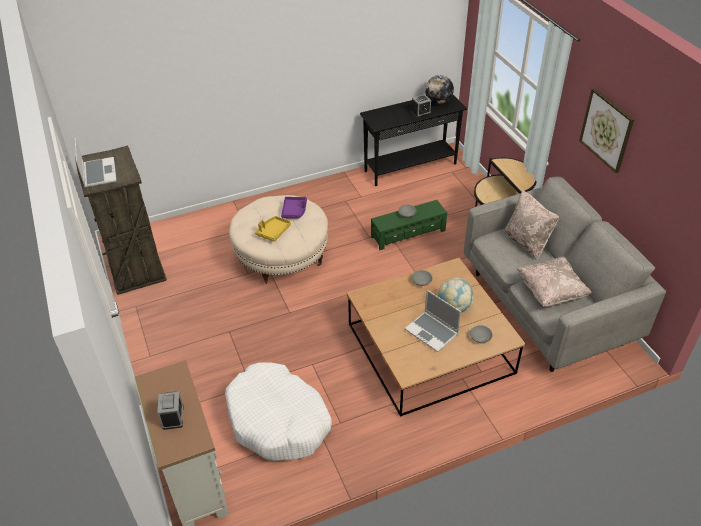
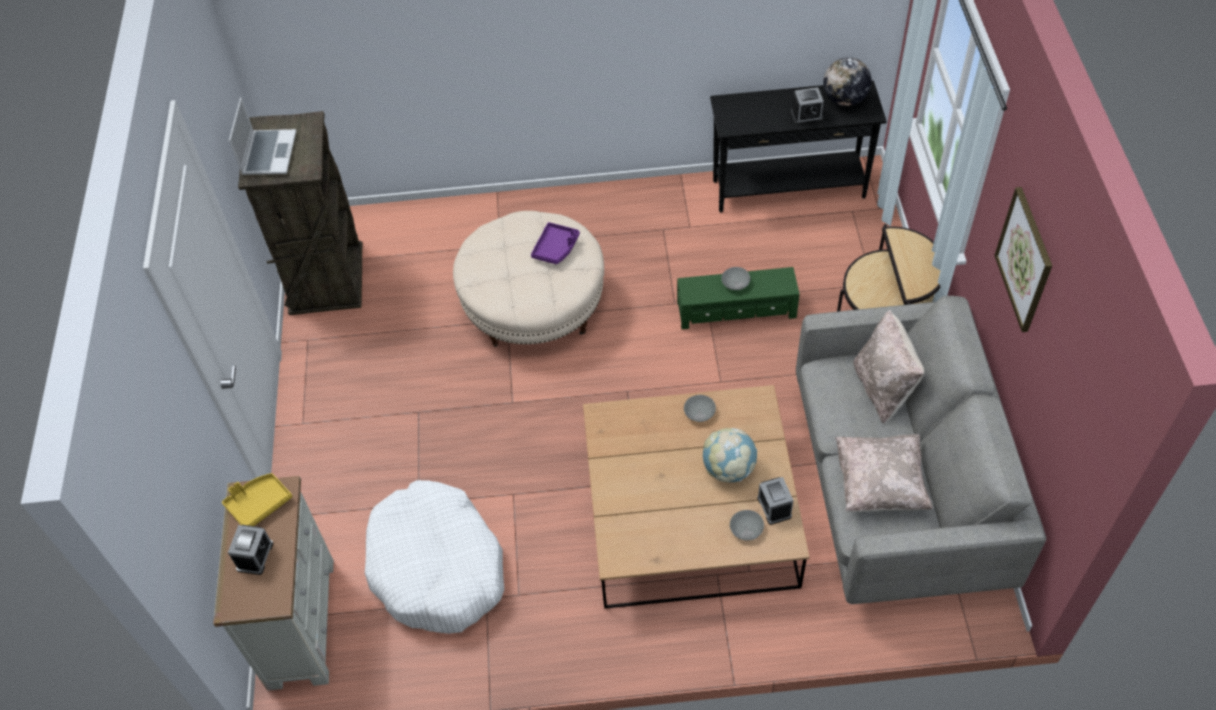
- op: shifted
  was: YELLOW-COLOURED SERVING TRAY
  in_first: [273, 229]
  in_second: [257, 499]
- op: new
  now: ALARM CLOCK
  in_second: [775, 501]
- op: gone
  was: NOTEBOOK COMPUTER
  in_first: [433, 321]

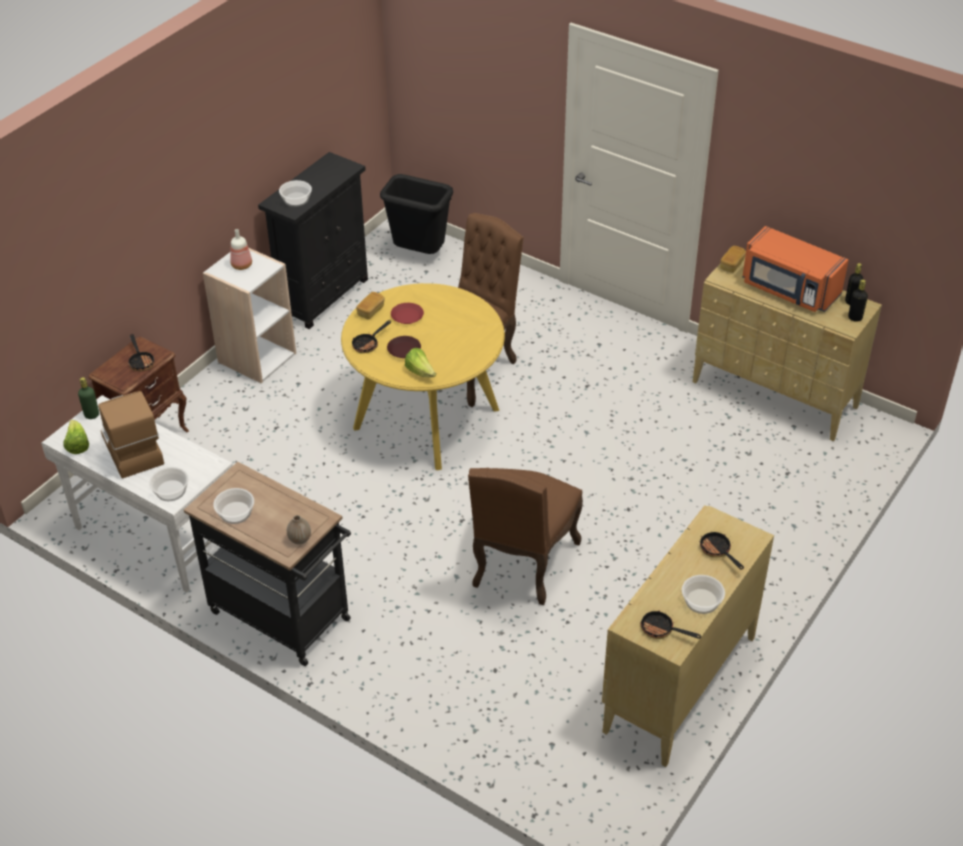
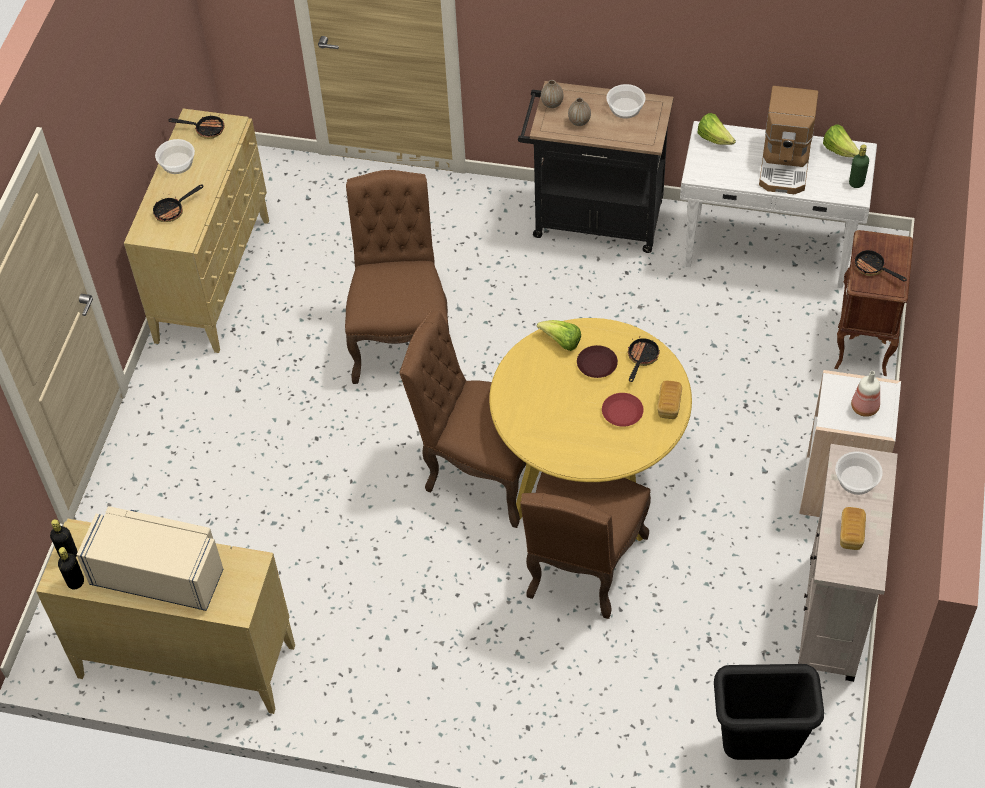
- op: repainted
  was: ORANGE-COLOURED KITCHEN MICROWAVE
  now: SAND-COLOURED KITCHEN MICROWAVE
  in_first: [795, 269]
  in_second: [150, 558]
- op: rotated
  was: FRYING PAN
  in_first: [721, 551]
  in_second: [178, 203]
  clockwise: 105
- op: new
  now: BROWNISH PLAIN CHAIR
  in_second: [462, 419]
- op: new
  now: FLOWER VASE
  in_second: [579, 112]
- op: swapped
  was: SERVING BOWL
  now: HEAD OF LETTUCE
  in_first: [169, 484]
  in_second: [717, 129]
- op: rotated
  was: COFFEE MAKER
  in_first: [131, 435]
  in_second: [788, 140]
  clockwise: 60
- op: repainted
  was: BLACK CABINET
  now: SAND-COLOURED CABINET
  in_first: [313, 240]
  in_second: [848, 563]
- op: shifted
  was: BAKED BREAD
  in_first: [733, 259]
  in_second: [853, 528]

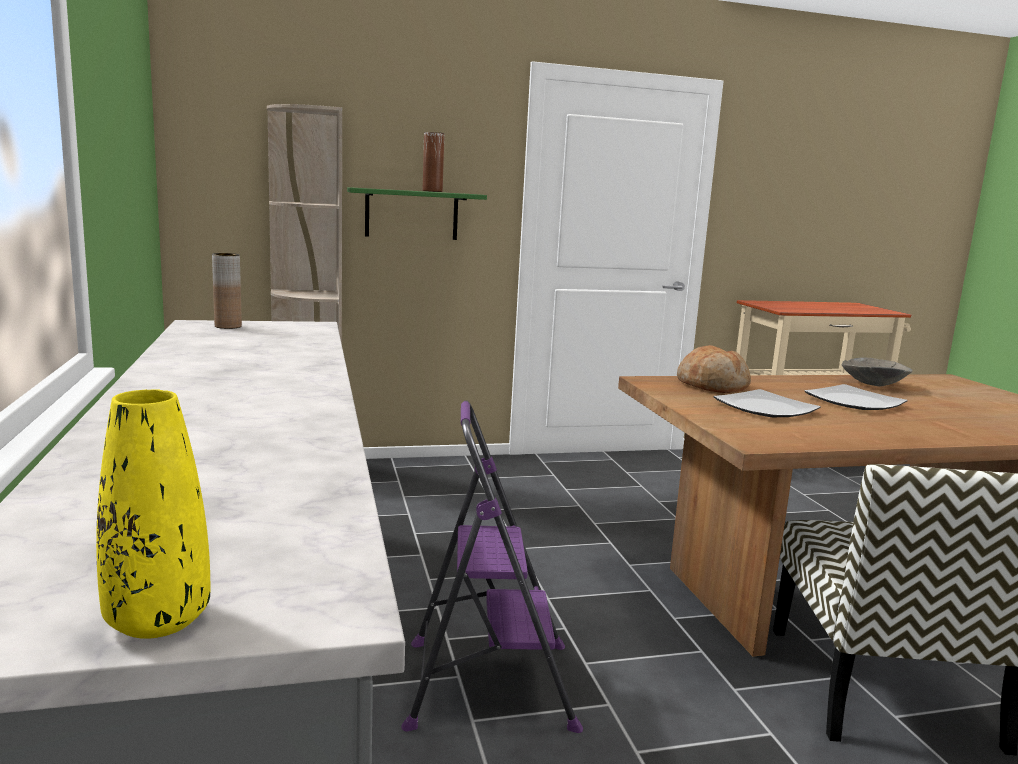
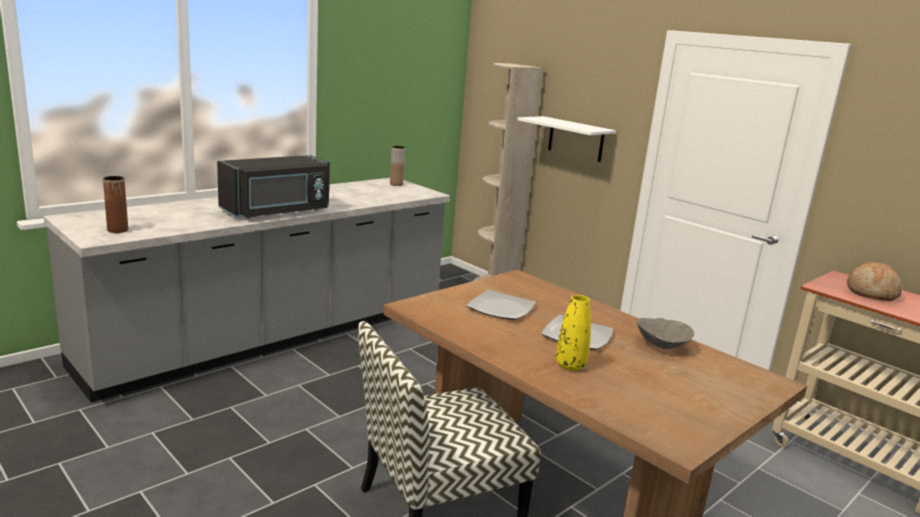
- op: shifted
  was: BROWNISH FLOWER VASE
  in_first: [433, 162]
  in_second: [115, 204]
- op: new
  now: BLACK KITCHEN MICROWAVE
  in_second: [273, 187]
- op: repainted
  was: GREEN BRACKET SHELF
  now: WHITISH BRACKET SHELF
  in_first: [417, 213]
  in_second: [566, 139]
- op: shifted
  was: YELLOW-COLOURED FLOWER VASE
  in_first: [153, 514]
  in_second: [573, 333]
- op: shifted
  was: BAKED BREAD
  in_first: [714, 369]
  in_second: [874, 281]
- op: gone
  was: PURPLISH STEP LADDER
  in_first: [492, 566]

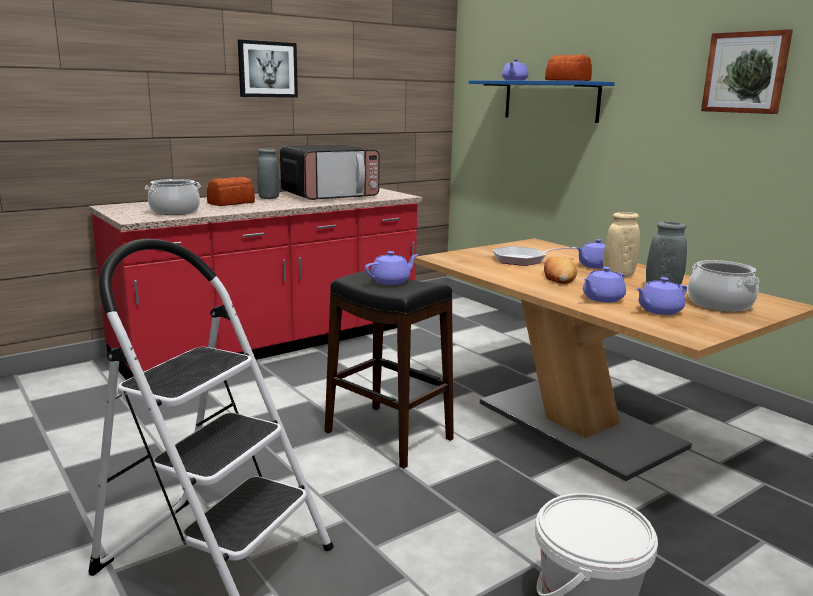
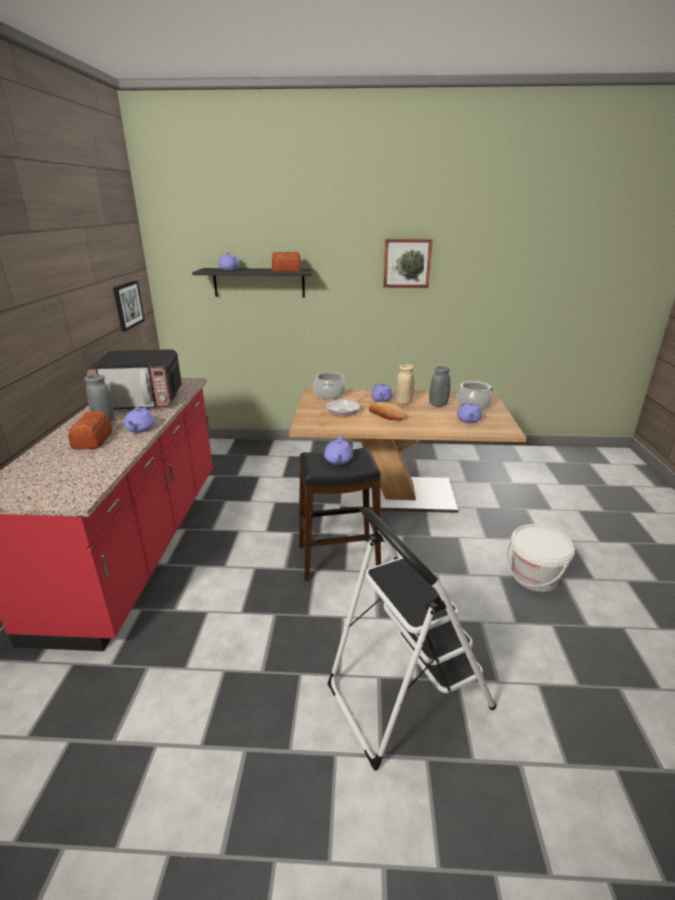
- op: rotated
  was: KITCHEN MICROWAVE
  in_first: [330, 172]
  in_second: [133, 379]
  clockwise: 75
- op: shifted
  was: WALL PICTURE
  in_first: [268, 69]
  in_second: [129, 305]
- op: shifted
  was: PURPLISH TEA POT
  in_first: [604, 285]
  in_second: [139, 420]
- op: repainted
  was: BLUE-COLOURED BRACKET SHELF
  now: BLACK BRACKET SHELF
  in_first: [542, 101]
  in_second: [253, 283]
- op: shifted
  was: STOCKPOT
  in_first: [172, 197]
  in_second: [329, 385]

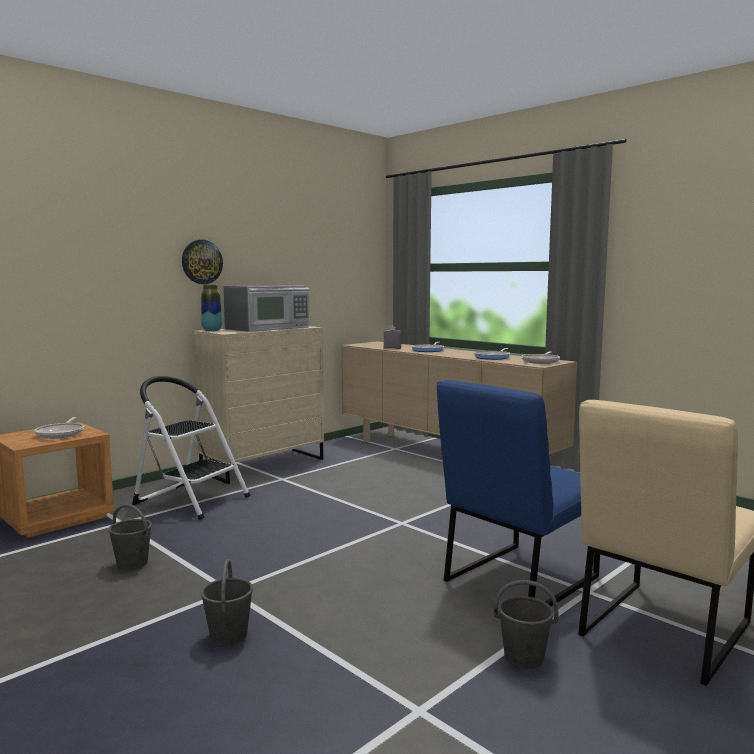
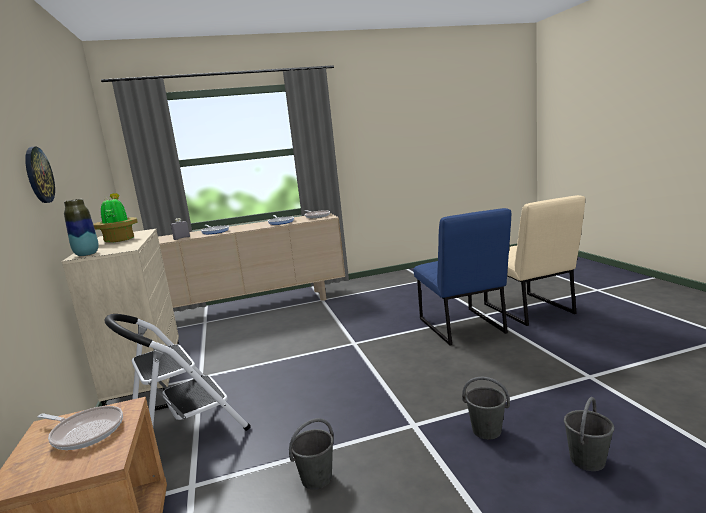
- op: swapped
  was: KITCHEN MICROWAVE
  now: PLANT IN A POT
  in_first: [266, 308]
  in_second: [115, 218]
- op: shifted
  was: GRAY PAIL
  in_first: [526, 624]
  in_second: [589, 434]

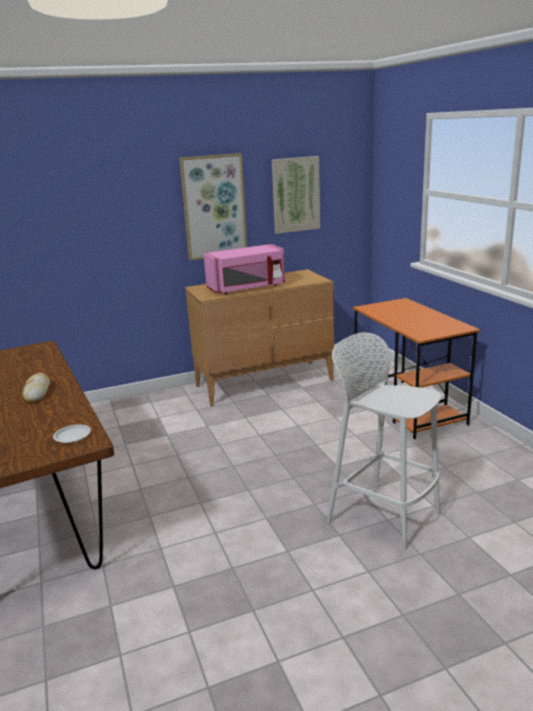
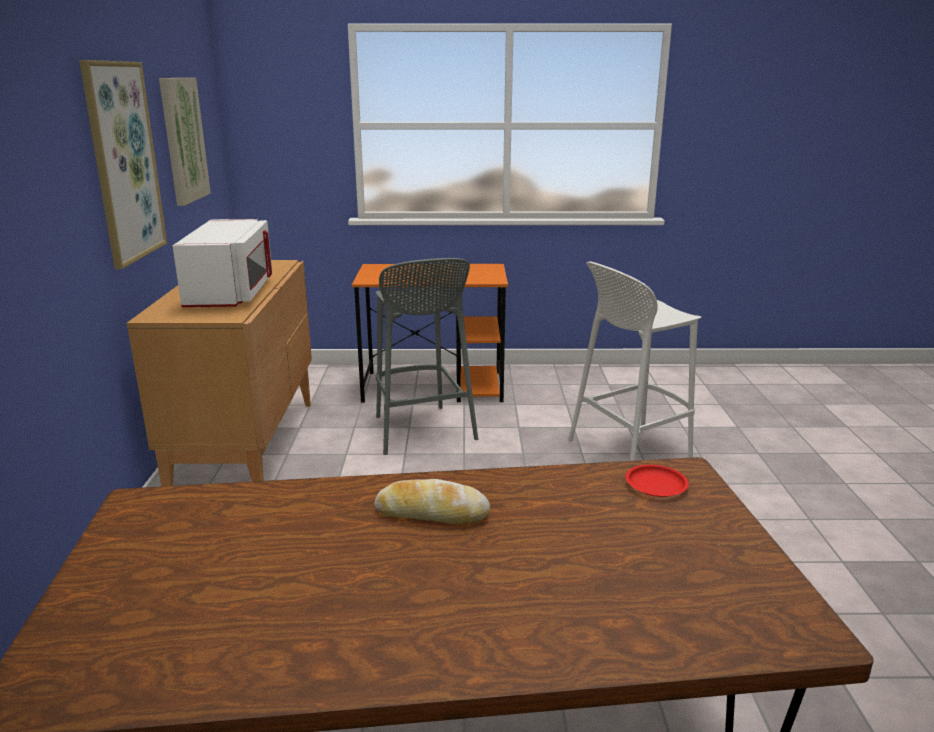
- op: repainted
  was: PINK-COLOURED KITCHEN MICROWAVE
  now: WHITISH KITCHEN MICROWAVE
  in_first: [244, 269]
  in_second: [222, 263]
- op: new
  now: GRAY STOOL SEAT
  in_second: [427, 356]
- op: repainted
  was: WHITISH PLATE
  now: RED PLATE
  in_first: [72, 434]
  in_second: [657, 481]

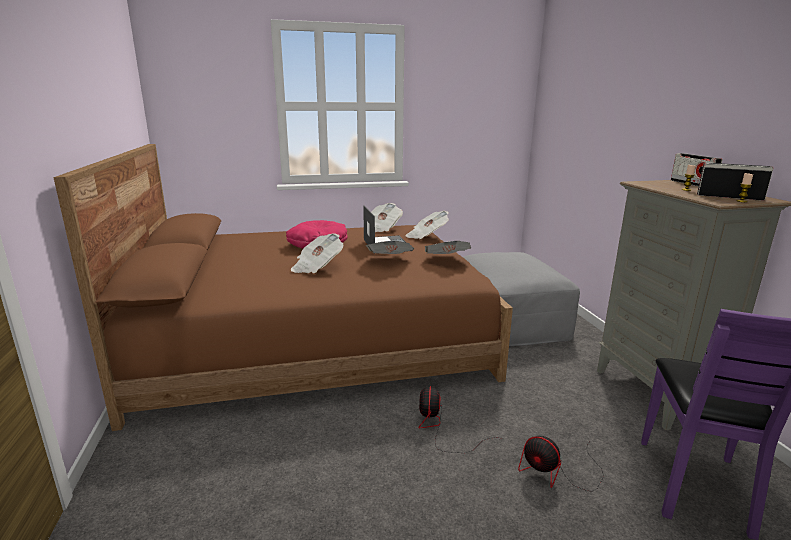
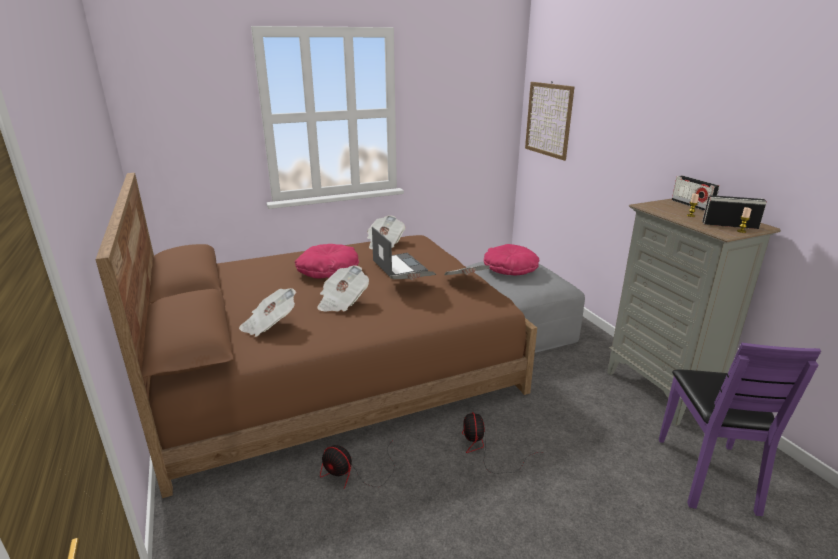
- op: shifted
  was: PRINTED PAPER
  in_first: [427, 225]
  in_second: [267, 312]
- op: shifted
  was: ELECTRIC FAN
  in_first: [561, 464]
  in_second: [357, 467]
- op: new
  now: PINK-COLOURED THROW PILLOW
  in_second: [511, 259]
- op: new
  now: WALL PICTURE
  in_second: [549, 121]

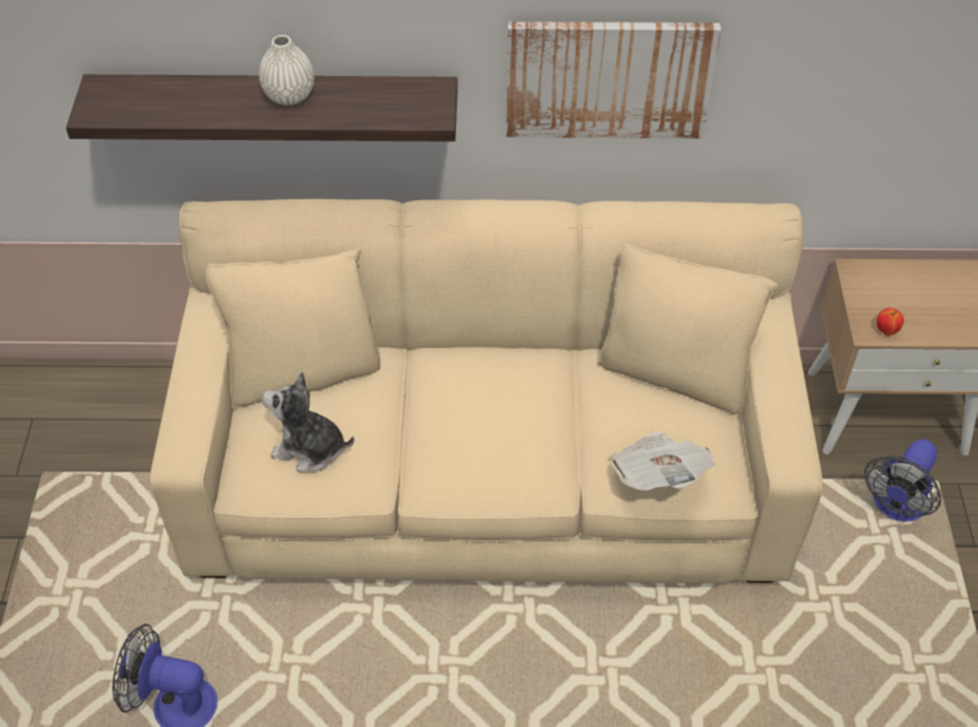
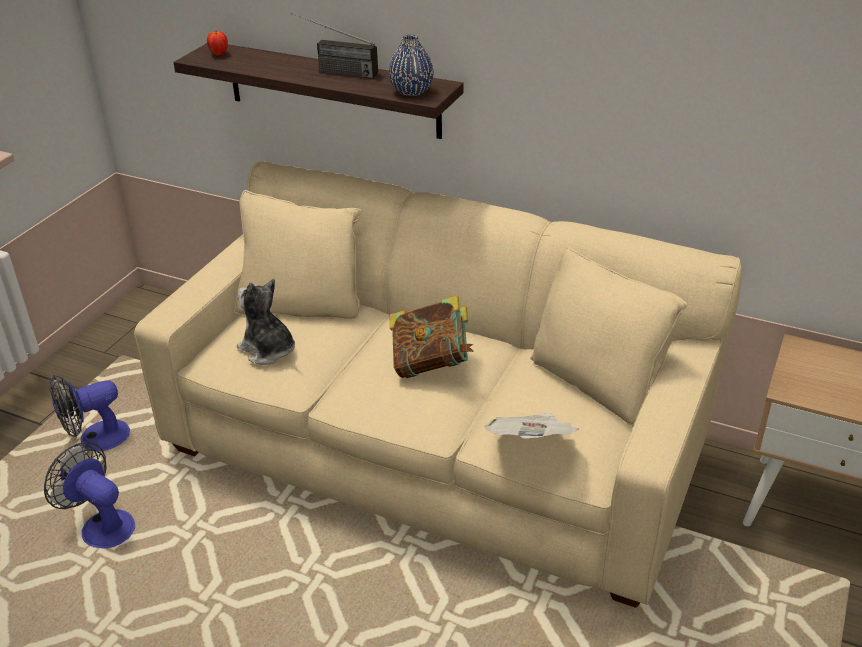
- op: shifted
  was: ELECTRIC FAN
  in_first: [902, 480]
  in_second: [90, 413]
- op: shifted
  was: APPLE
  in_first: [890, 322]
  in_second: [217, 43]
- op: swapped
  was: WHITISH FLOWER VASE
  now: RADIO SET
  in_first: [286, 70]
  in_second: [334, 46]
- op: new
  now: BLUE-COLOURED FLOWER VASE
  in_second: [411, 65]
- op: new
  now: BOUND BOOK
  in_second: [431, 337]
- op: gone
  was: WALL PICTURE
  in_first: [613, 80]

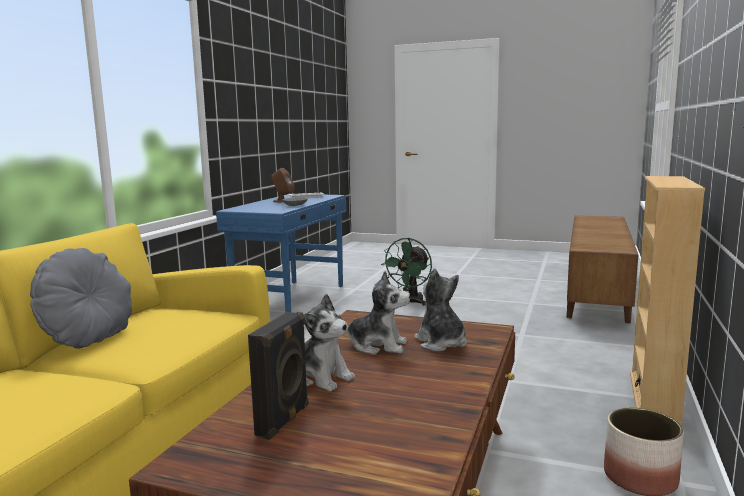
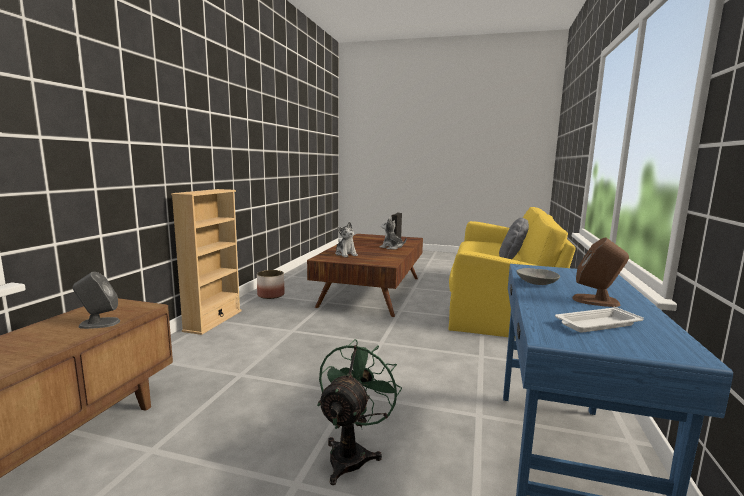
- op: new
  now: GRAY AUDIO SPEAKER
  in_second: [96, 300]
- op: gone
  was: PLUSH TOY
  in_first: [374, 313]

